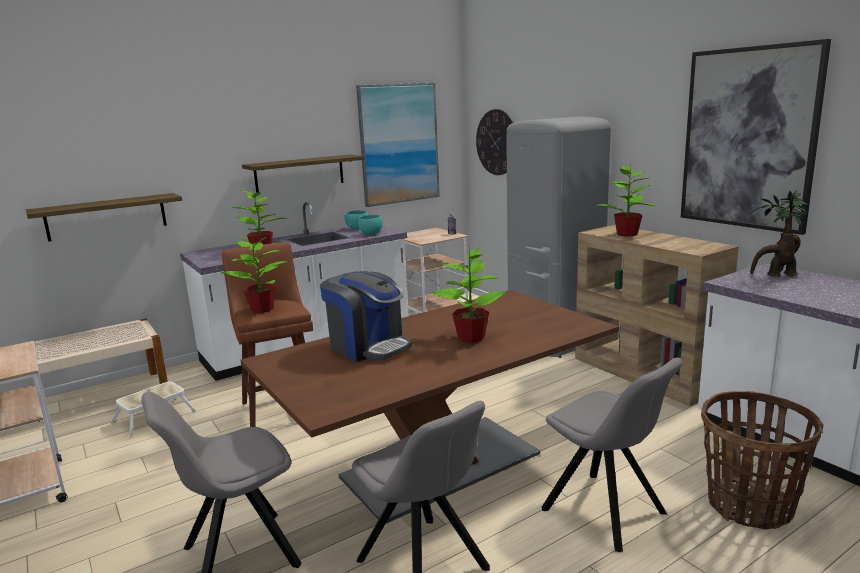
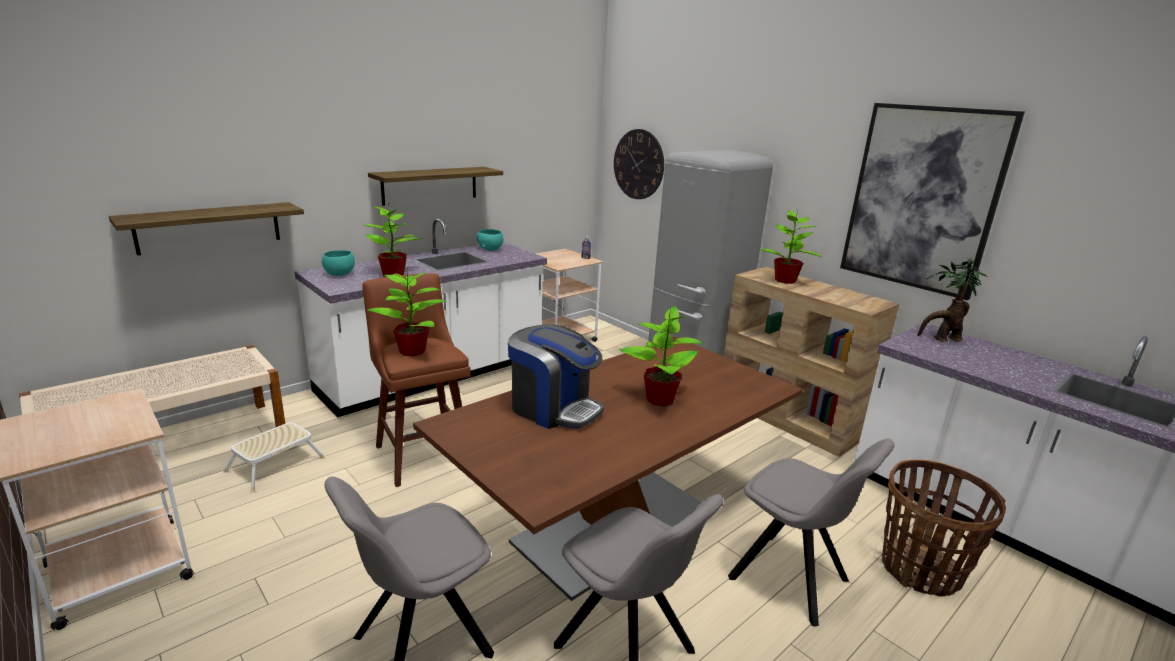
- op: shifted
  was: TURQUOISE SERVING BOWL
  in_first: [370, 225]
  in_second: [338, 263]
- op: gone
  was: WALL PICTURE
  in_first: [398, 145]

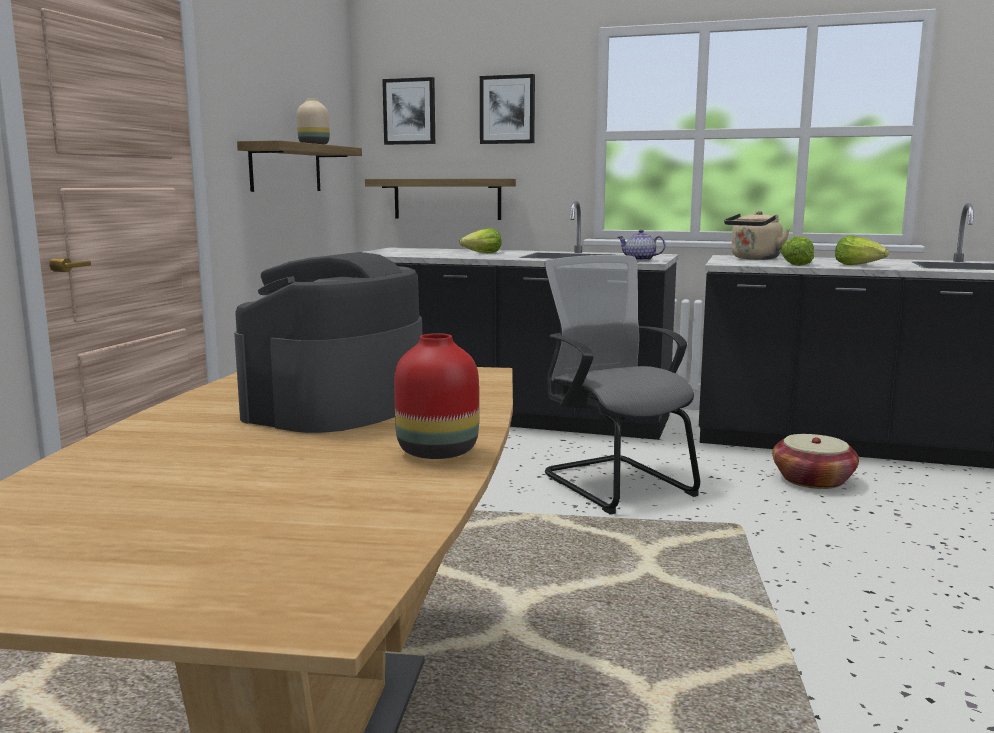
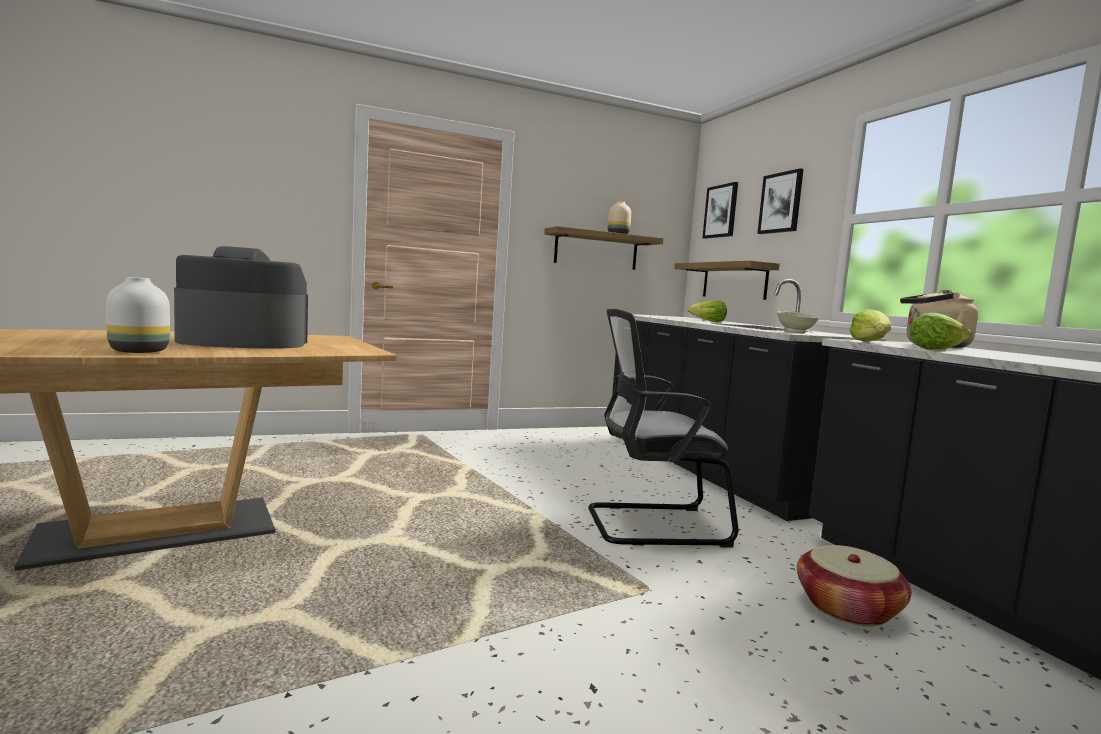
- op: repainted
  was: RED FLOWER VASE
  now: WHITISH FLOWER VASE
  in_first: [436, 396]
  in_second: [138, 315]
- op: rotated
  was: PLAIN CHAIR
  in_first: [622, 385]
  in_second: [663, 428]
  clockwise: -120
- op: swapped
  was: TEA POT
  now: SAND-COLOURED SERVING BOWL
  in_first: [641, 245]
  in_second: [798, 322]
- op: shifted
  was: HEAD OF LETTUCE
  in_first: [862, 250]
  in_second: [871, 325]

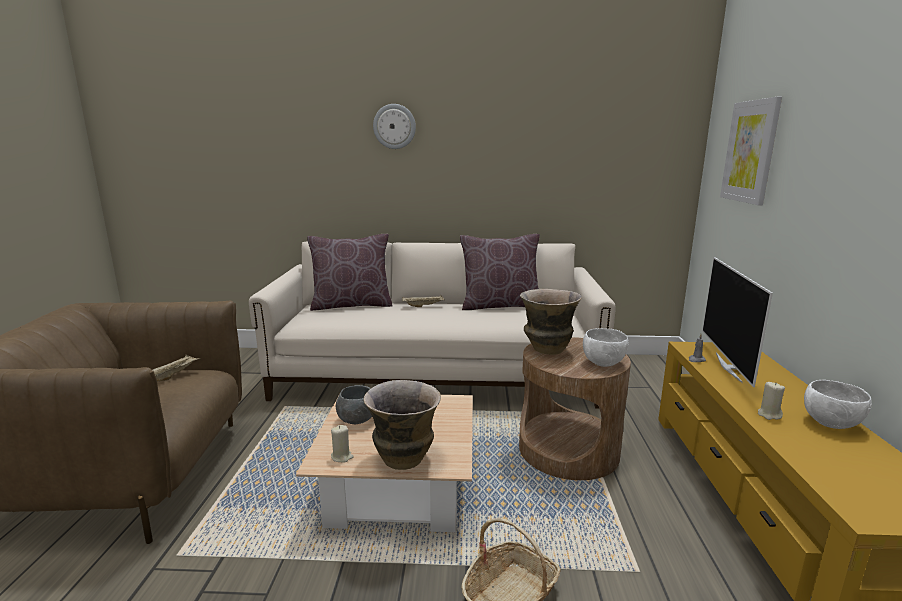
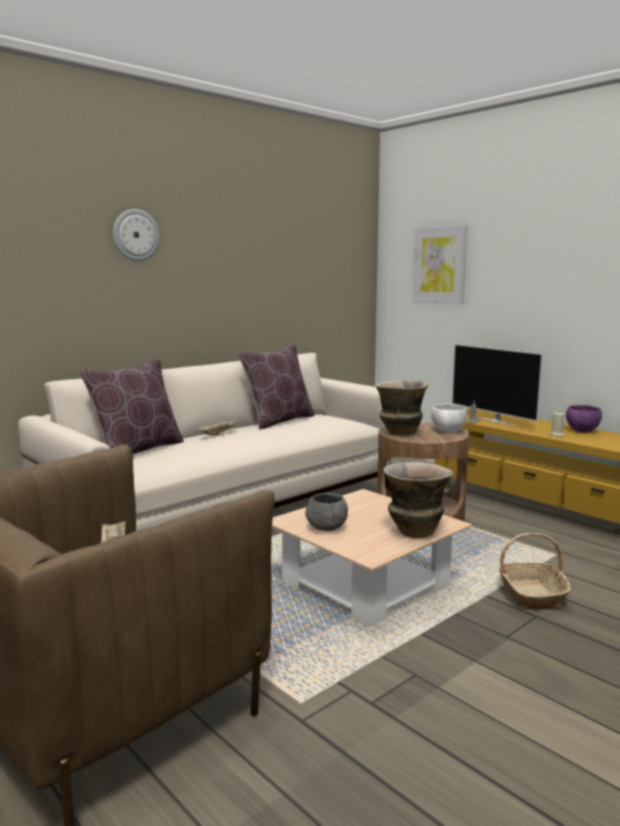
- op: repainted
  was: WHITISH SERVING BOWL
  now: PURPLISH SERVING BOWL
  in_first: [838, 404]
  in_second: [584, 419]
- op: gone
  was: SAND-COLOURED CANDLE
  in_first: [342, 444]

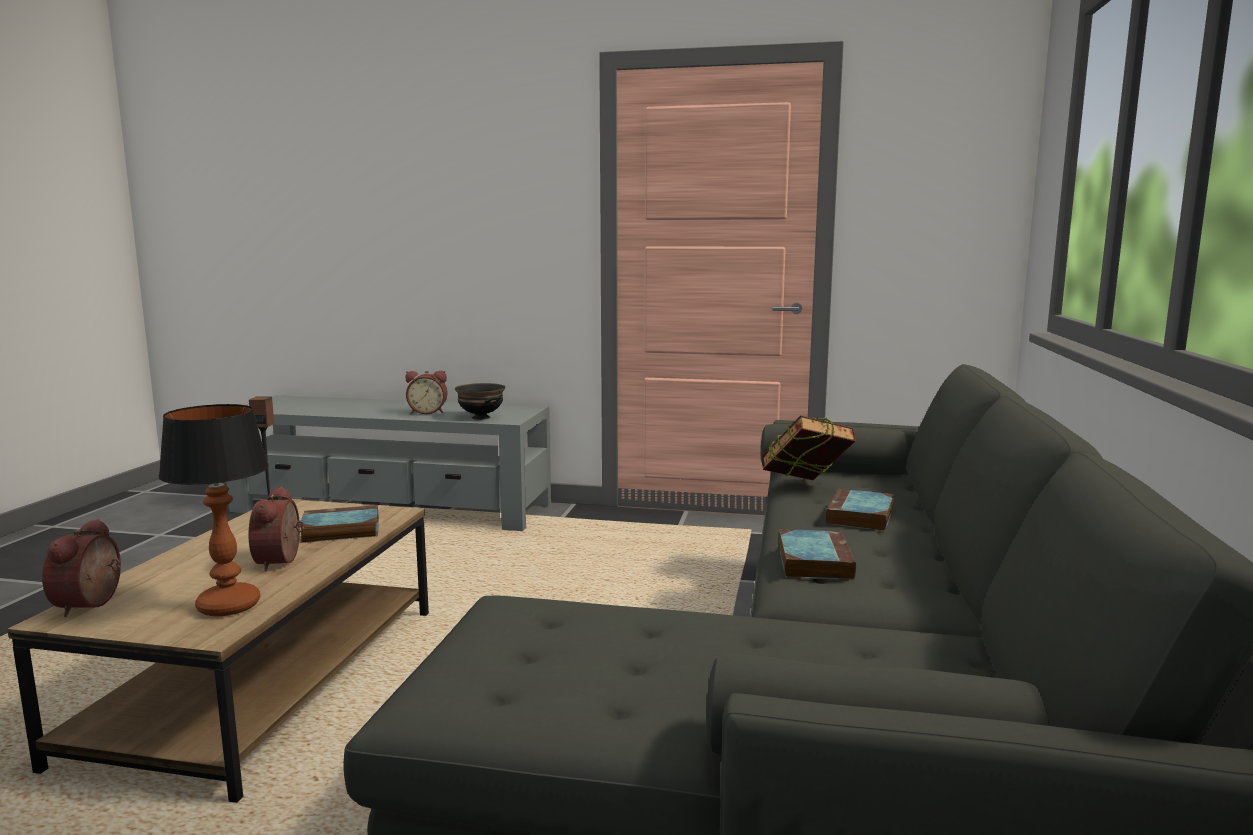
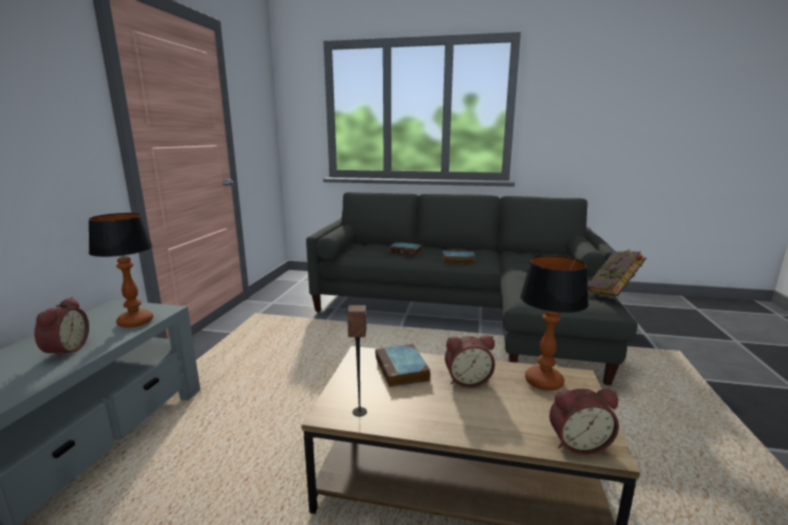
- op: swapped
  was: BLACK SERVING BOWL
  now: TABLETOP LAMP
  in_first: [480, 401]
  in_second: [121, 270]
- op: shifted
  was: BOUND BOOK
  in_first: [809, 447]
  in_second: [616, 272]

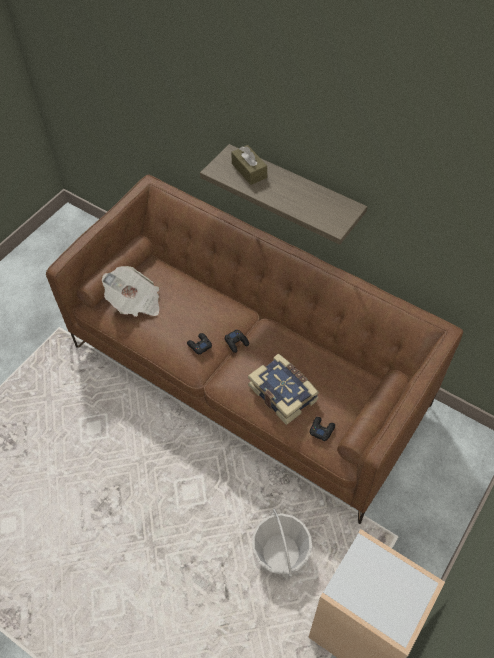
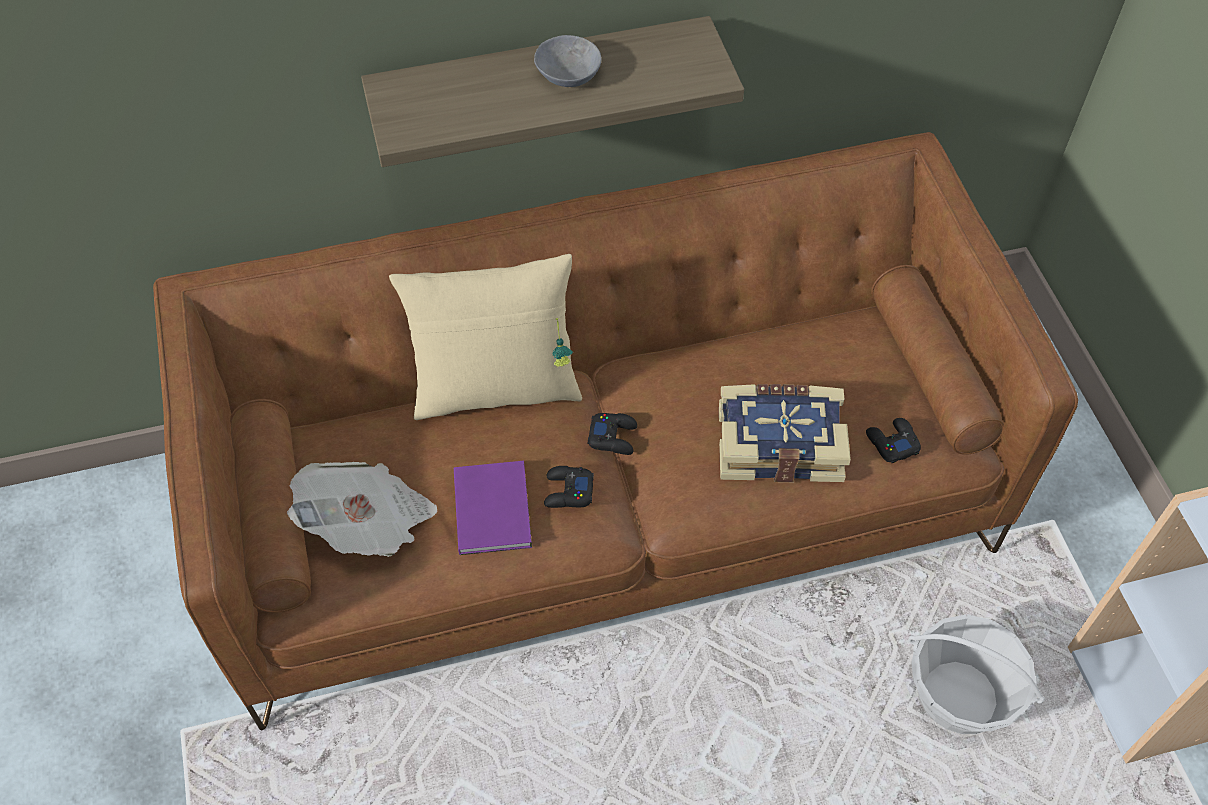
- op: new
  now: SAND-COLOURED THROW PILLOW
  in_second: [485, 337]
- op: new
  now: PURPLISH BOUND BOOK
  in_second: [493, 508]
- op: new
  now: GRAY SERVING BOWL
  in_second: [567, 61]
- op: gone
  was: BROWNISH BOX OF TISSUES
  in_first: [249, 165]

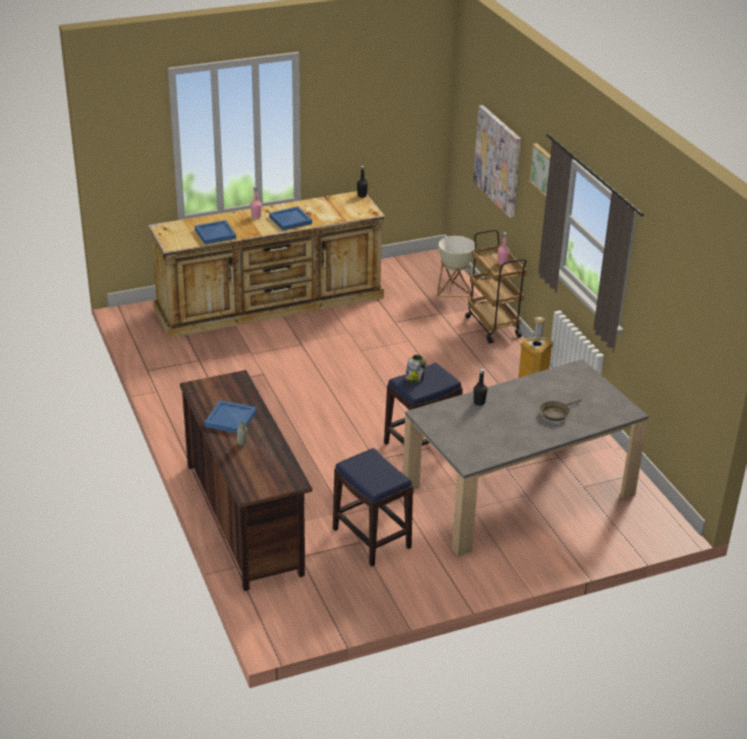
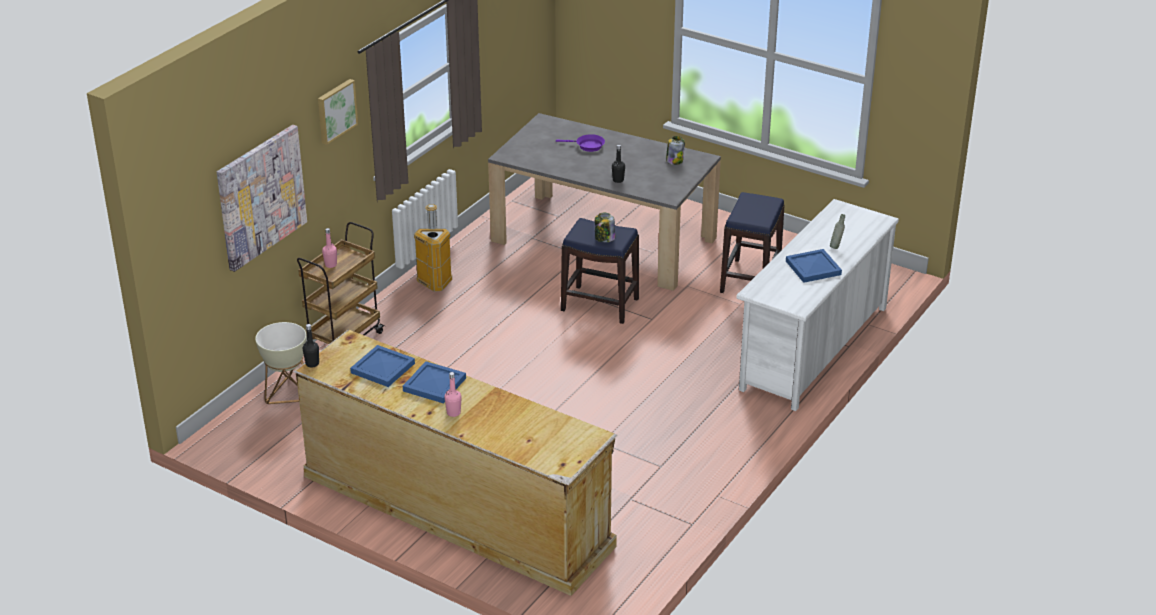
- op: shifted
  was: BLUE-COLOURED SERVING TRAY
  in_first: [215, 232]
  in_second: [382, 366]
- op: repainted
  was: BROWNISH FRYING PAN
  now: PURPLISH FRYING PAN
  in_first: [560, 410]
  in_second: [580, 143]
- op: new
  now: STORAGE JAR
  in_second: [675, 150]
- op: repainted
  was: BROWNISH CHEST OF DRAWERS
  now: WHITISH CHEST OF DRAWERS
  in_first: [246, 480]
  in_second: [817, 305]

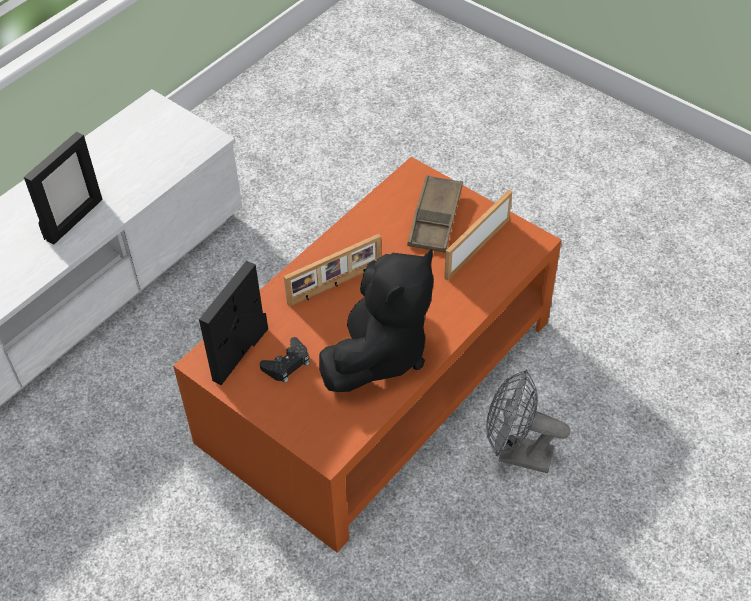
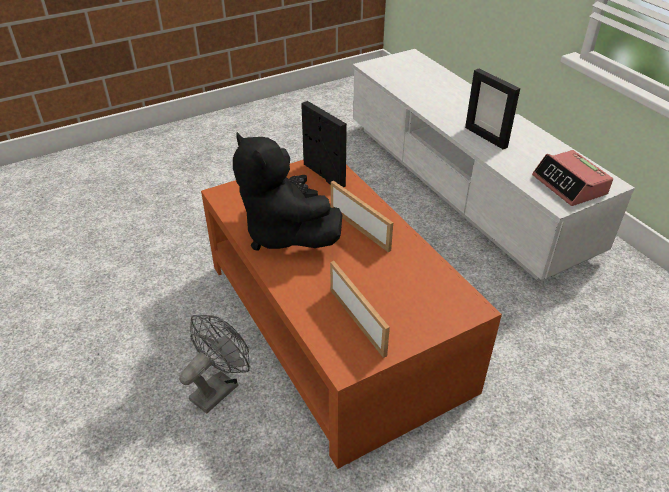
- op: rotated
  was: PICTURE FRAME
  in_first: [332, 270]
  in_second: [362, 216]
  clockwise: 150
- op: new
  now: ALARM CLOCK
  in_second: [572, 178]
- op: gone
  was: BROWNISH SERVING TRAY
  in_first: [435, 214]

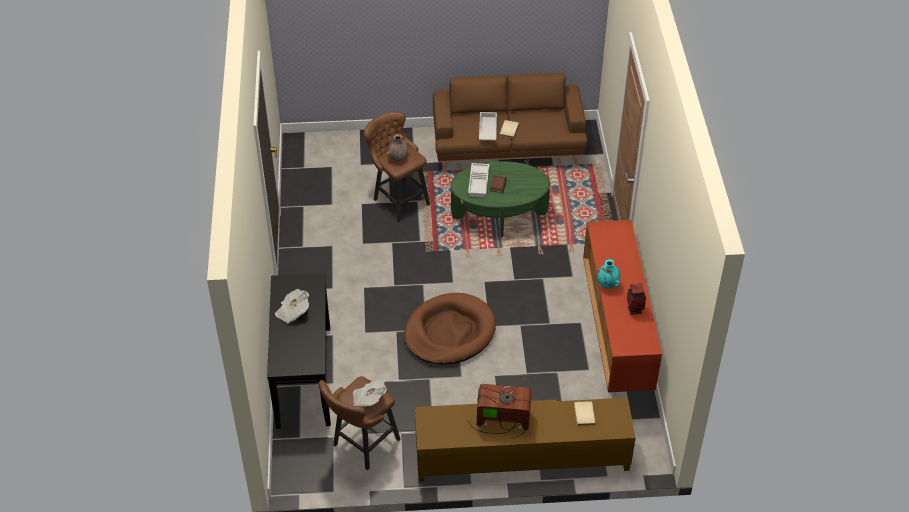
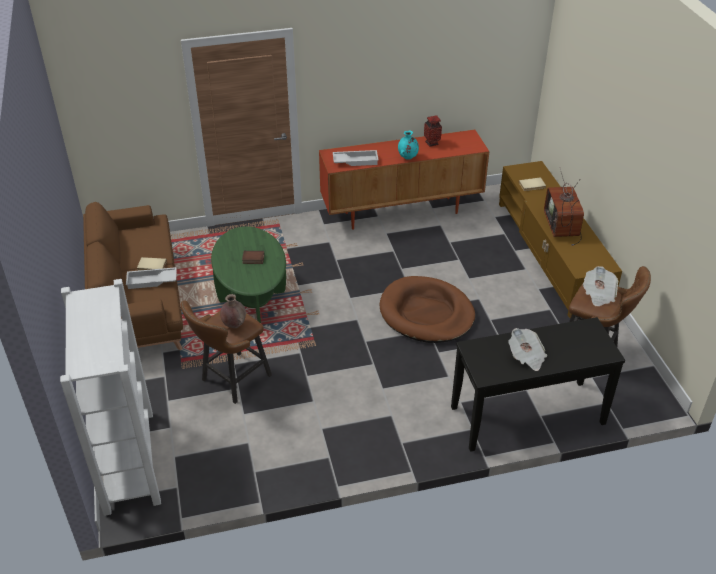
- op: new
  now: WHITISH SHELVING UNIT
  in_second: [110, 397]
- op: shifted
  was: WHITISH SERVING TRAY
  in_first: [478, 180]
  in_second: [356, 158]

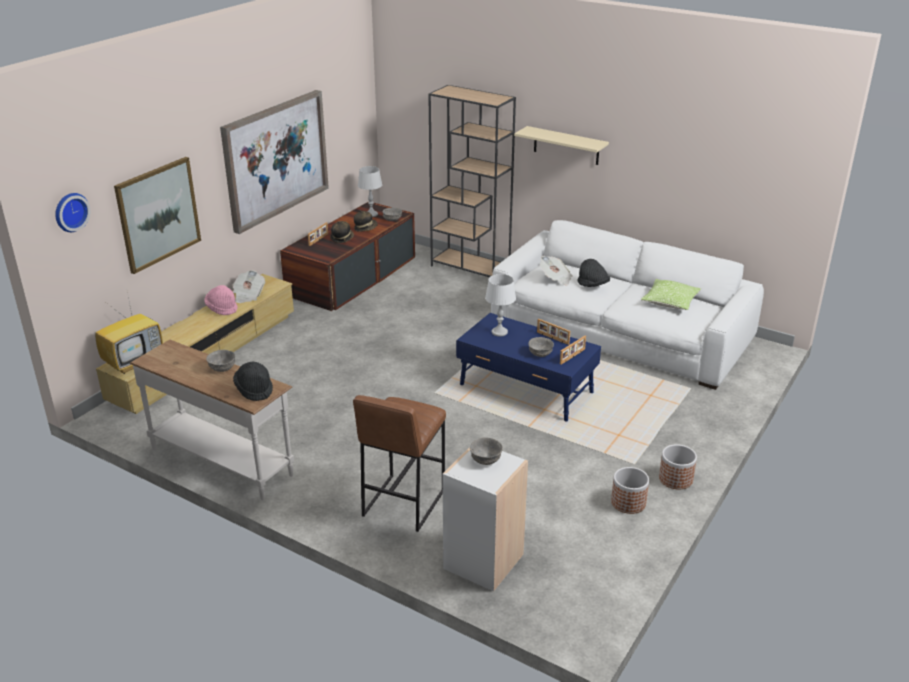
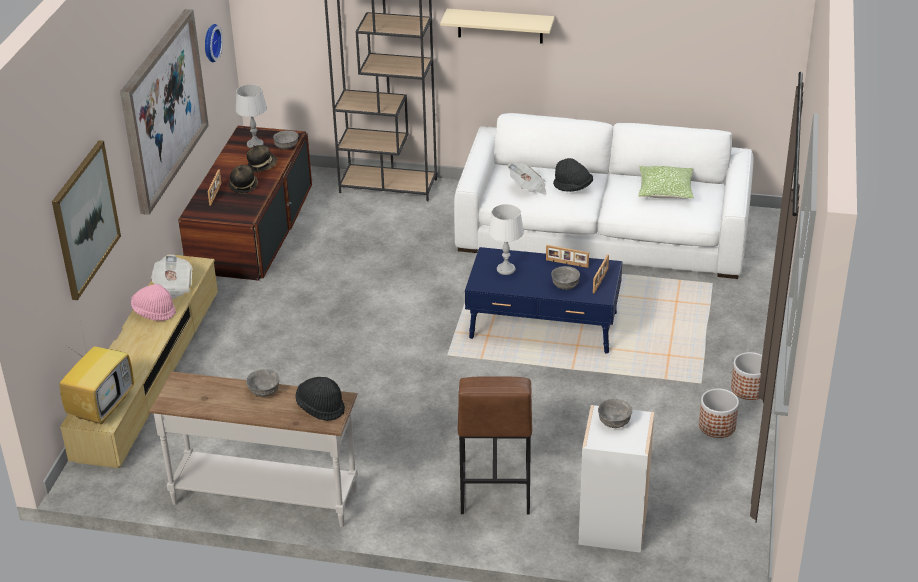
- op: shifted
  was: CLOCK ON THE WALL
  in_first: [72, 212]
  in_second: [214, 43]

